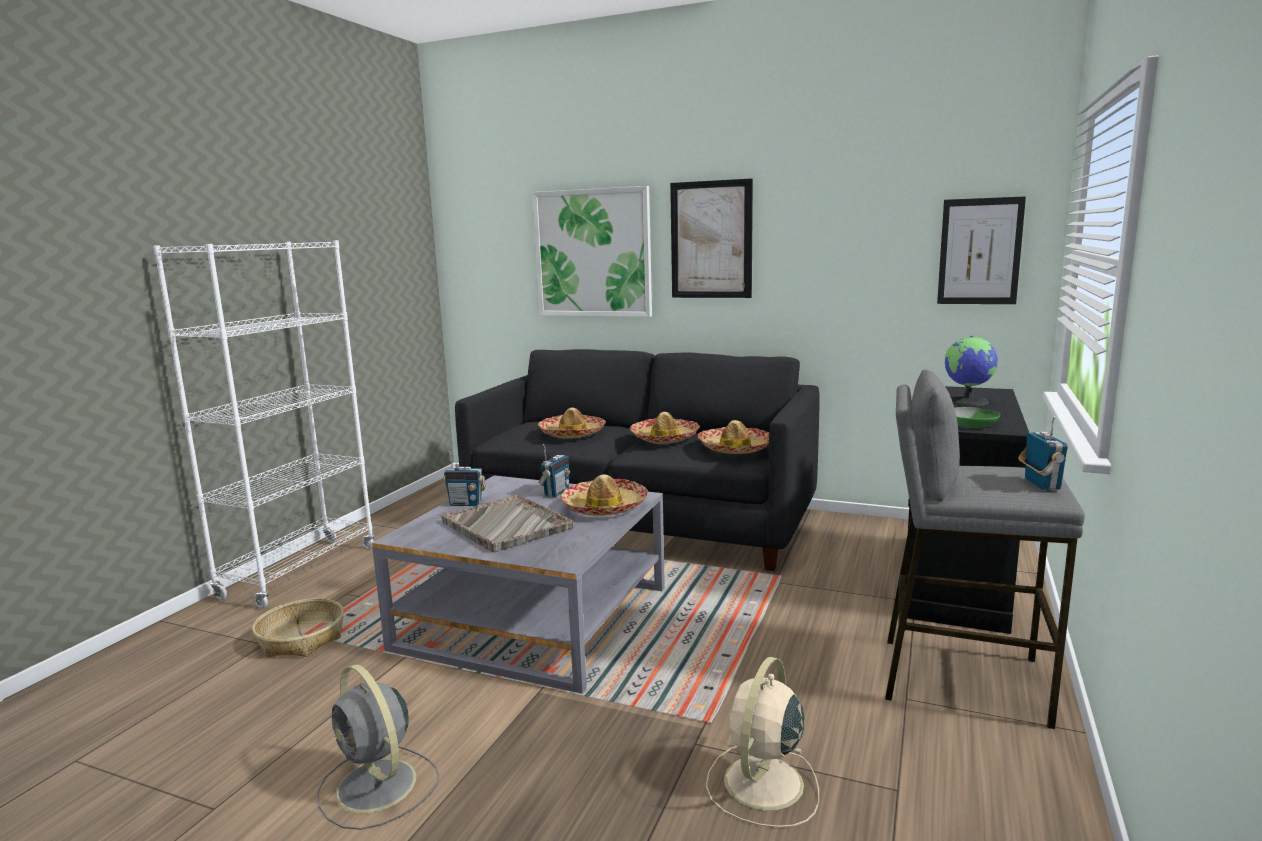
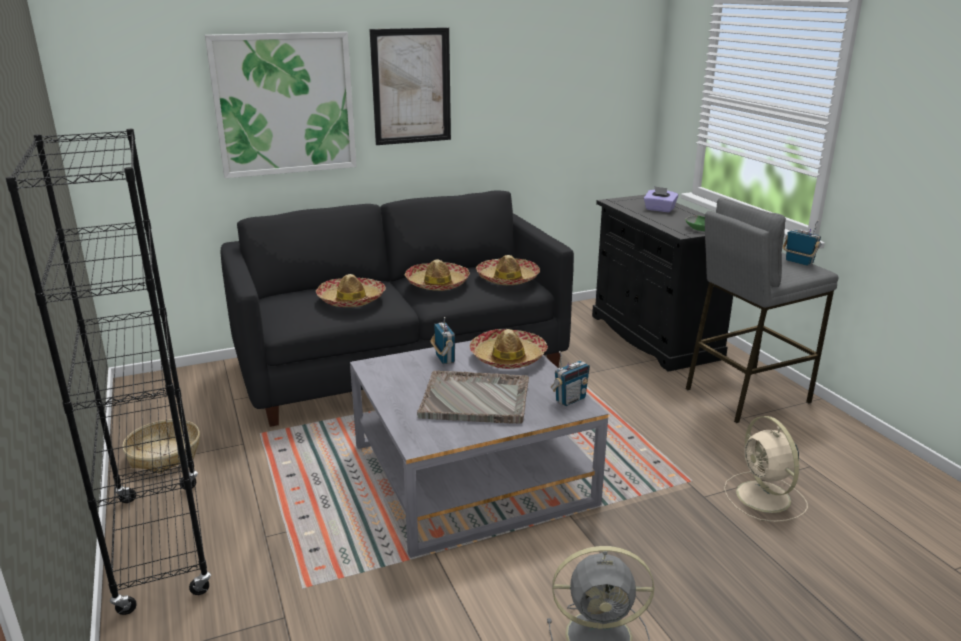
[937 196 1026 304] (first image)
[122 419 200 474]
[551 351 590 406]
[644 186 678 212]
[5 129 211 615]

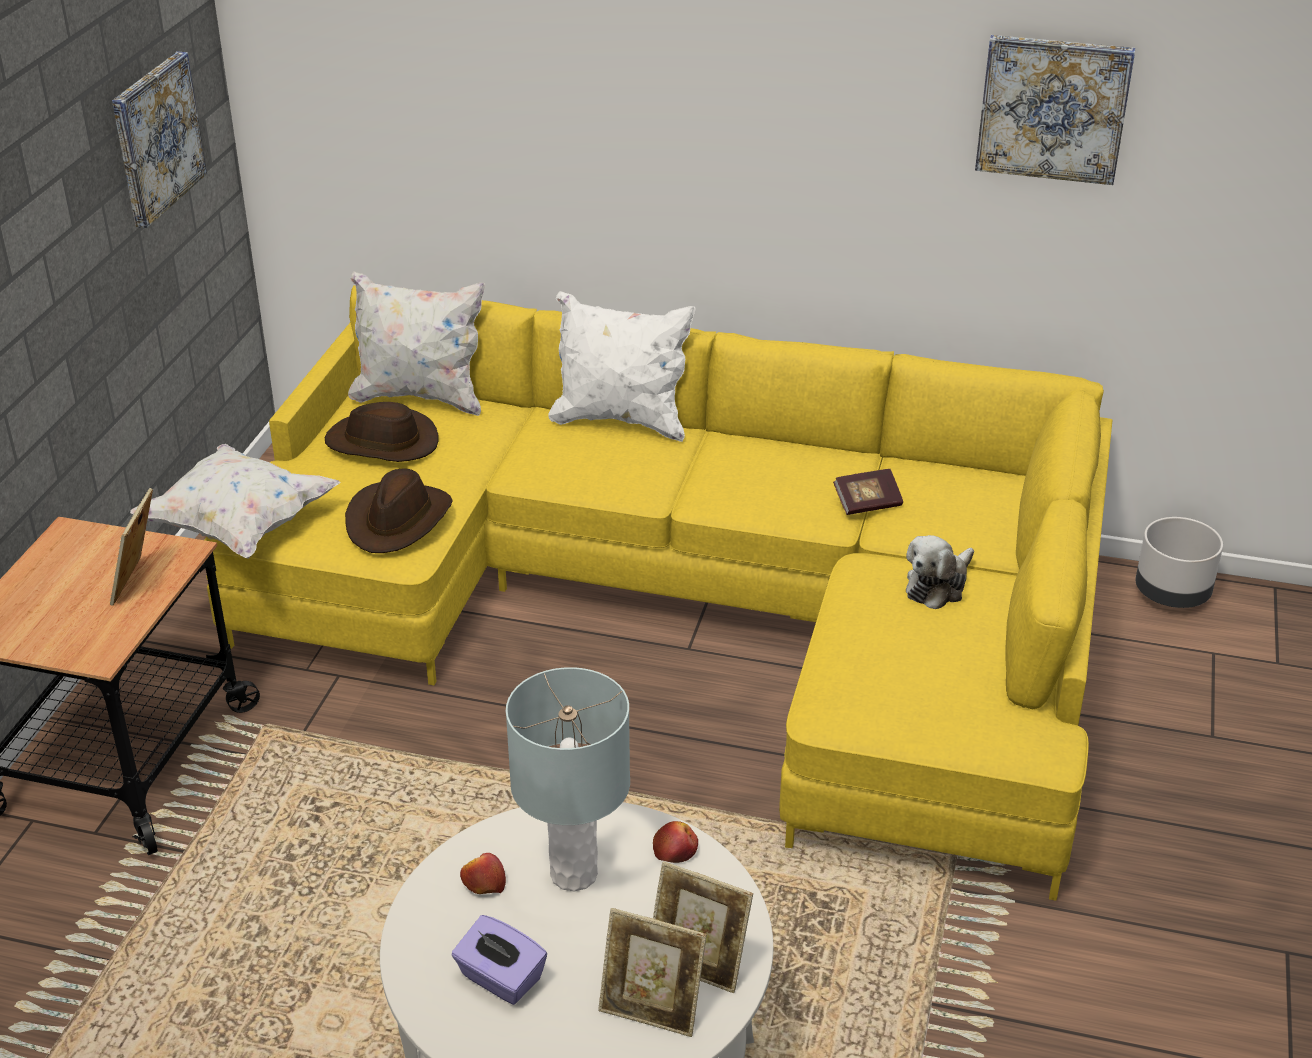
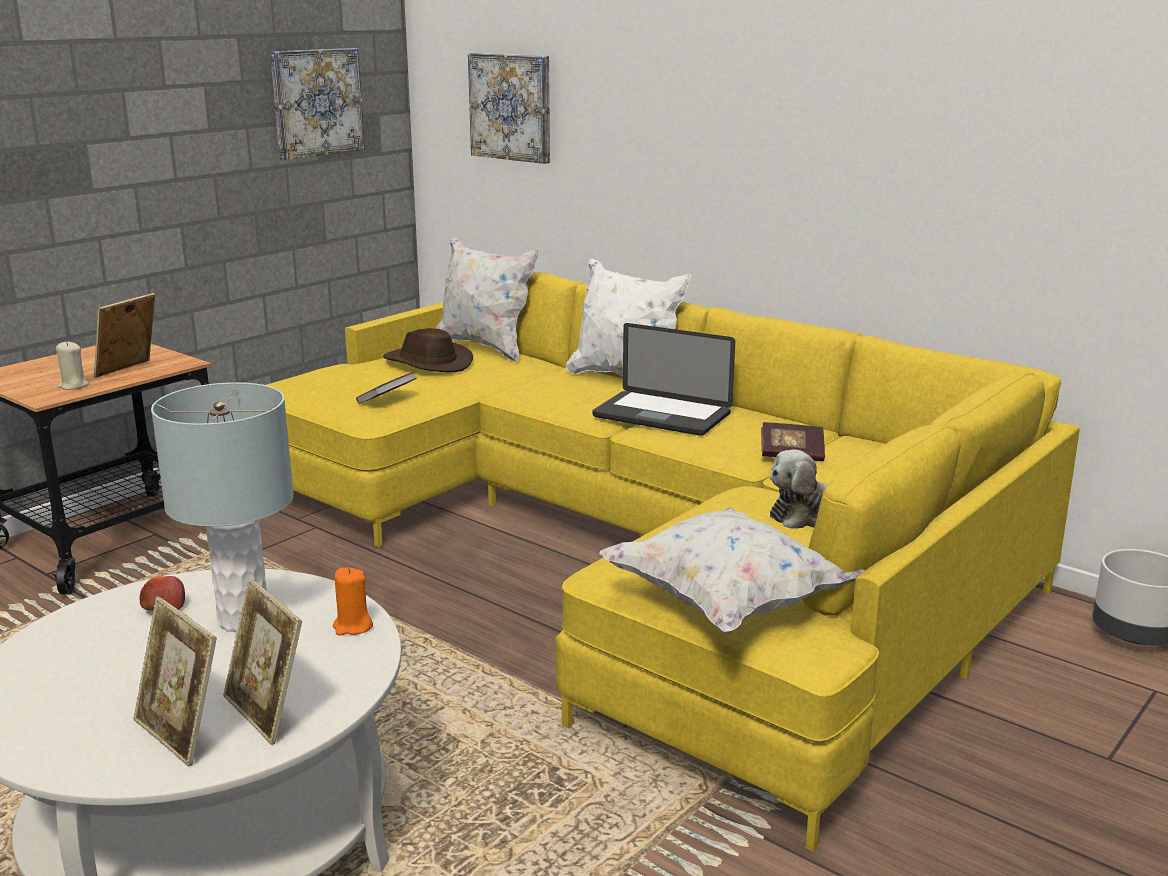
[451 915 547 1005] (first image)
[56 341 89 390]
[592 323 735 436]
[599 507 865 635]
[468 53 550 164]
[356 372 416 404]
[333 568 373 636]

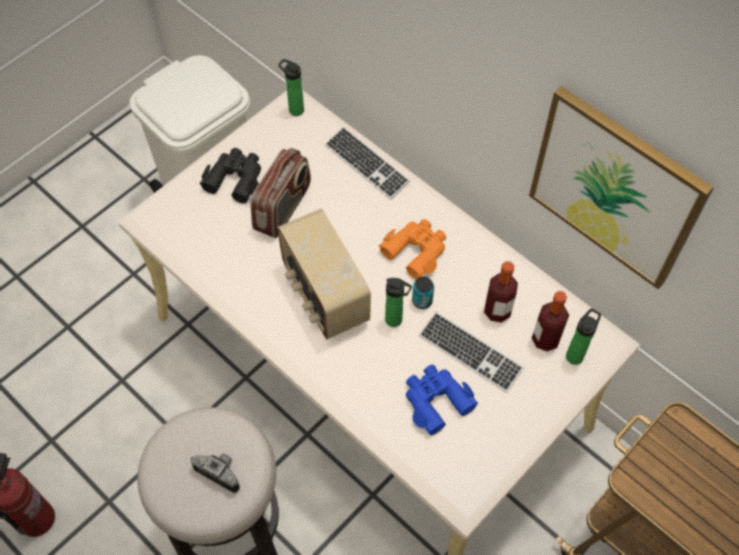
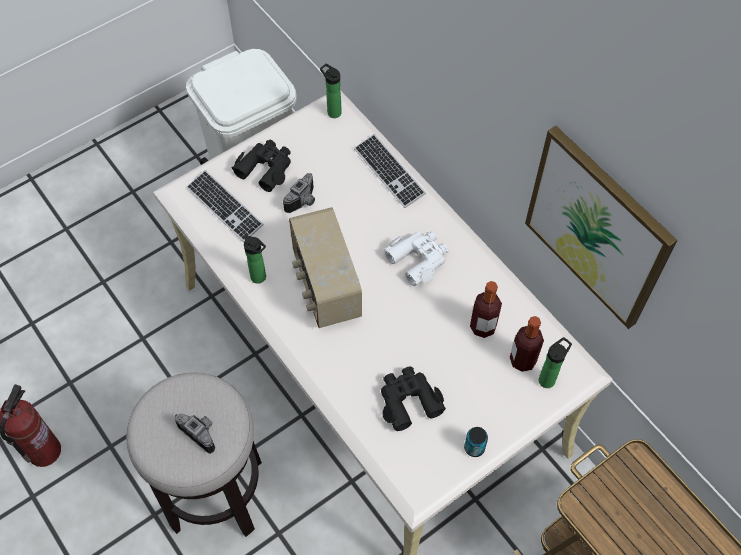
[244 236 266 284]
[464 427 488 457]
[187 170 264 242]
[283 173 315 213]
[384 231 449 286]
[381 366 446 431]

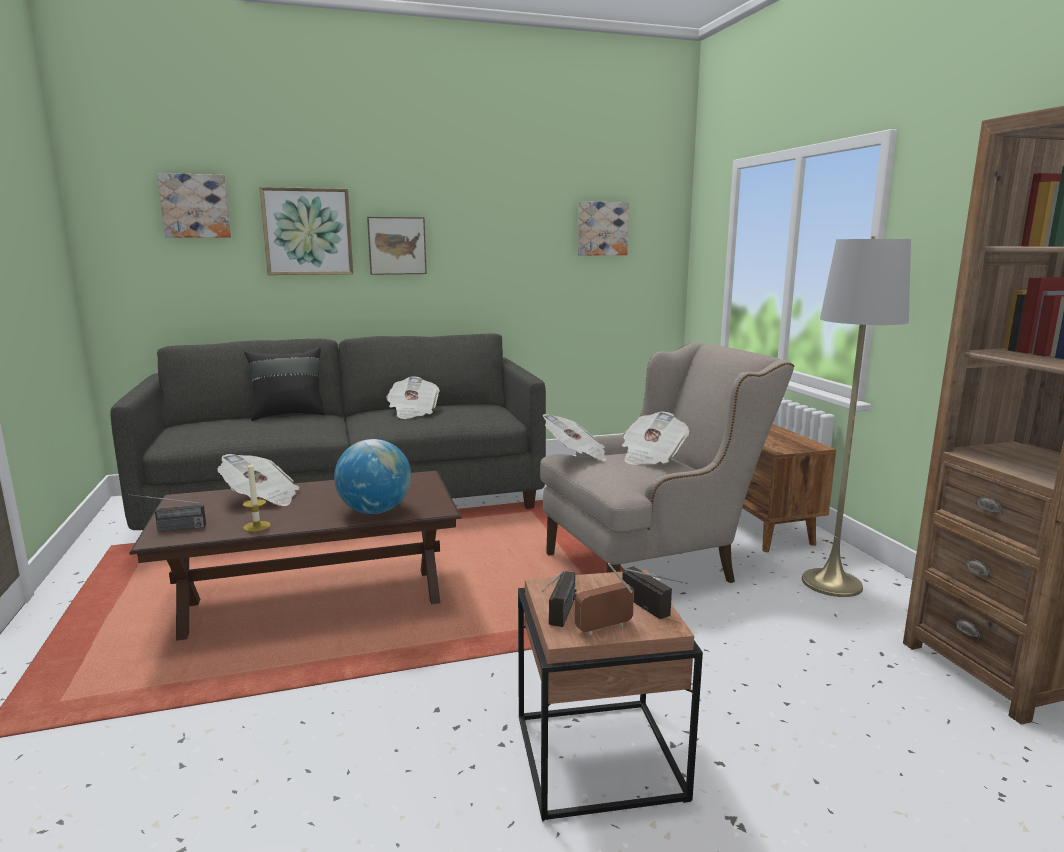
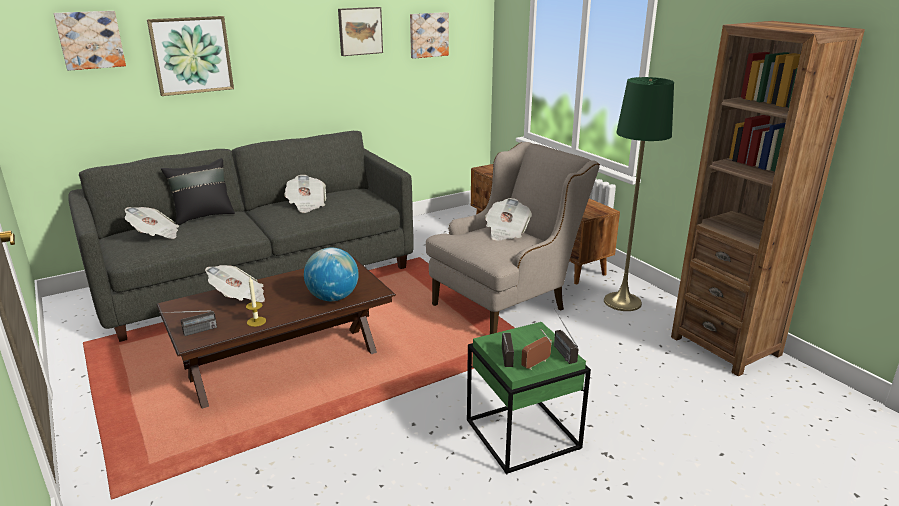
[338 7 383 56]
[125 207 179 239]
[467 322 591 475]
[604 77 674 311]
[554 309 578 364]

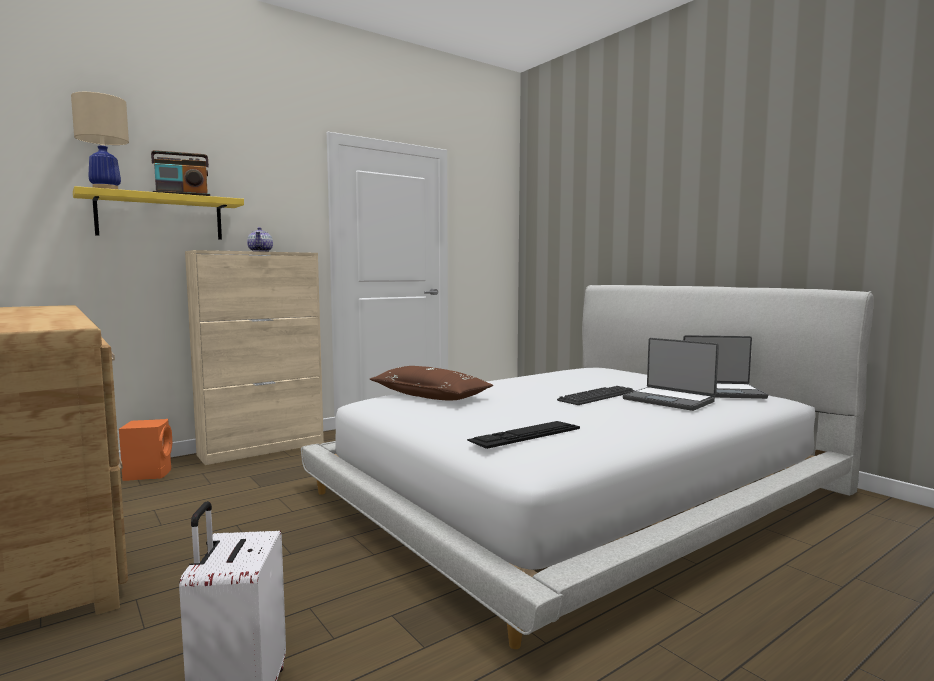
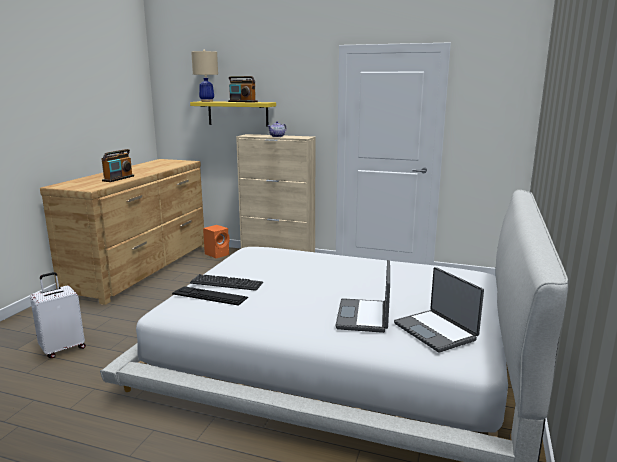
[370 366 493 400] (first image)
[101 149 134 182]
[190 274 263 291]

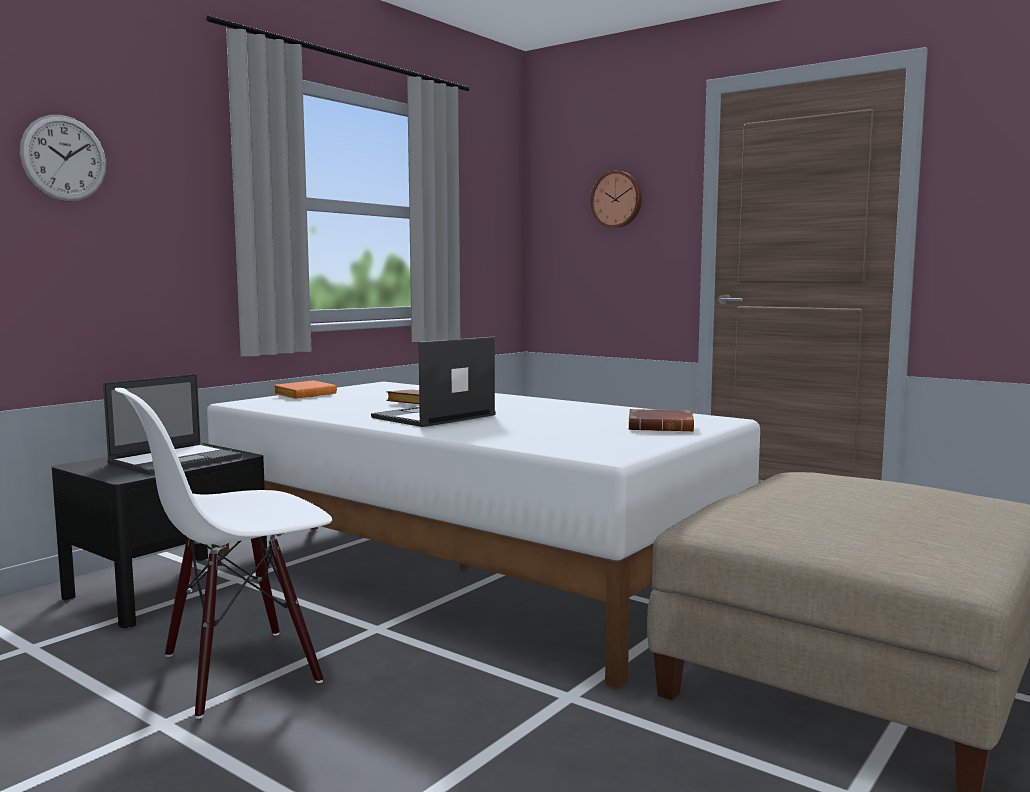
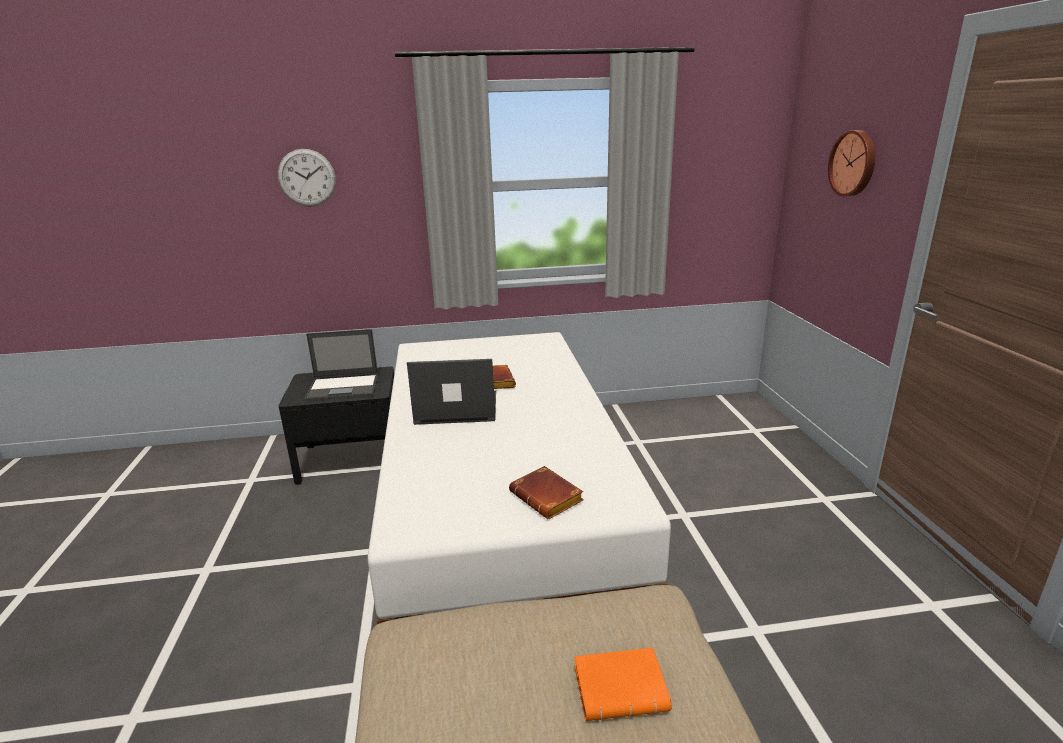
[115 388 332 719] (first image)
[574 648 671 721]

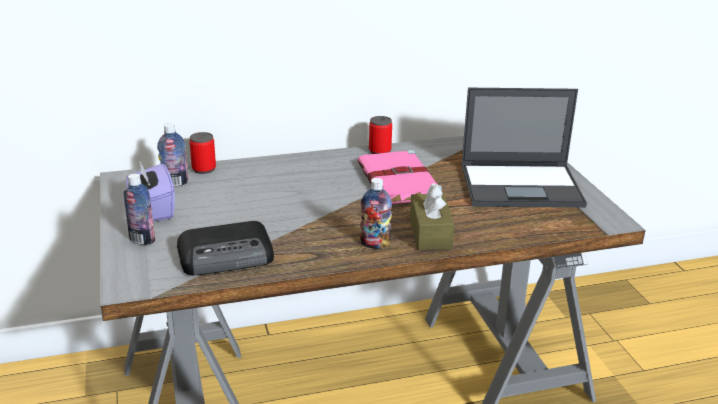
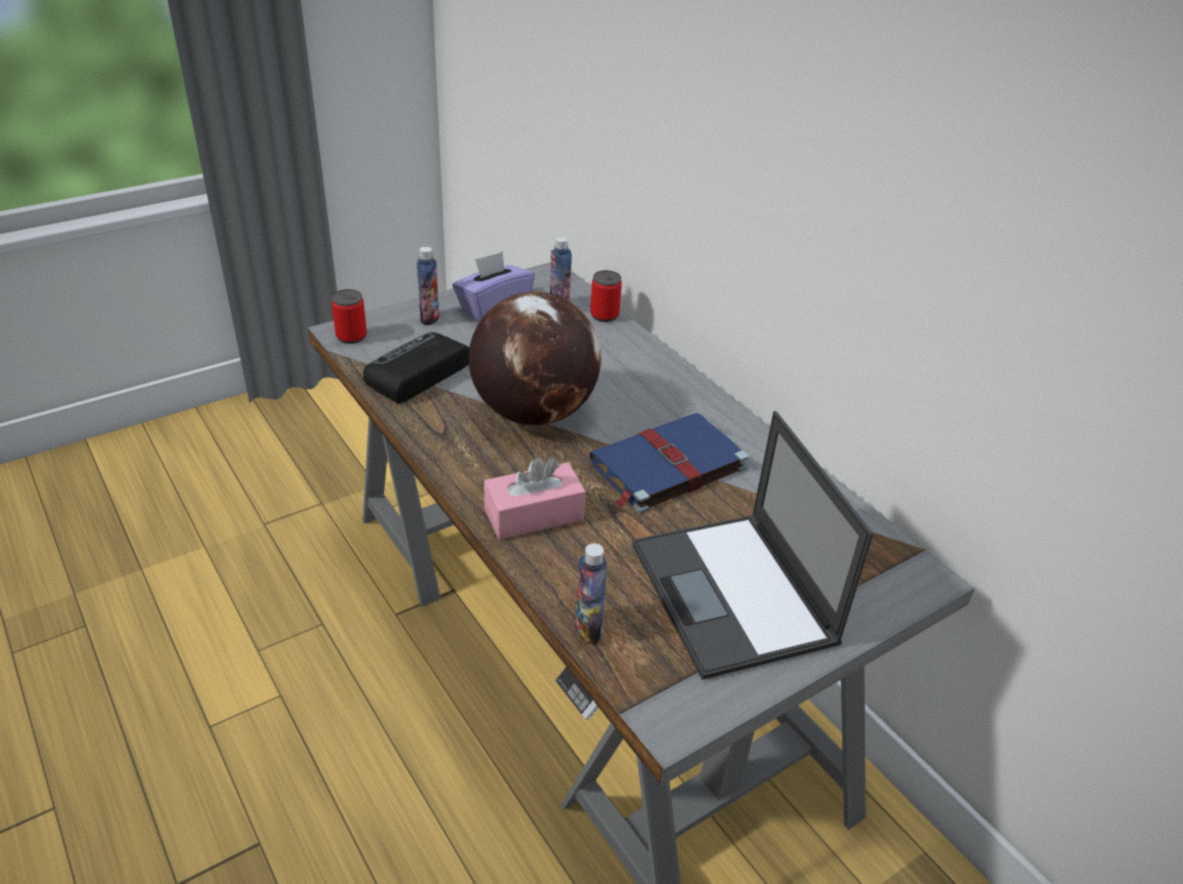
[469 292 601 425]
[575 543 607 644]
[331 289 367 344]
[589 413 749 513]
[484 457 586 540]
[363 332 469 404]

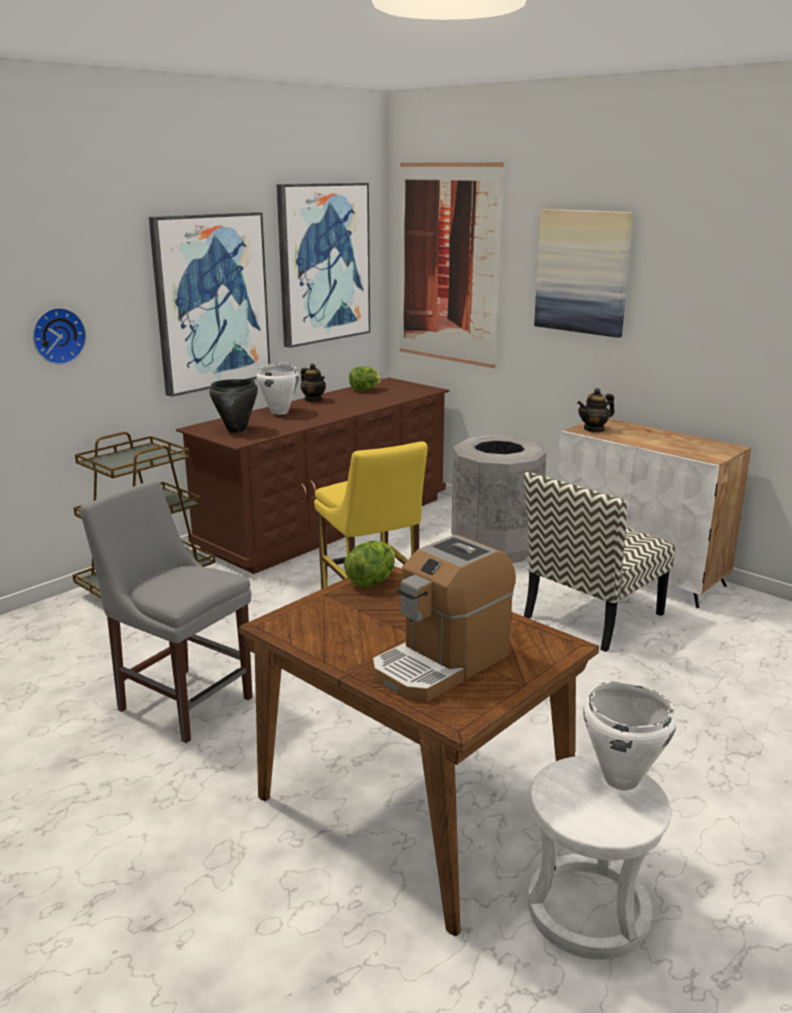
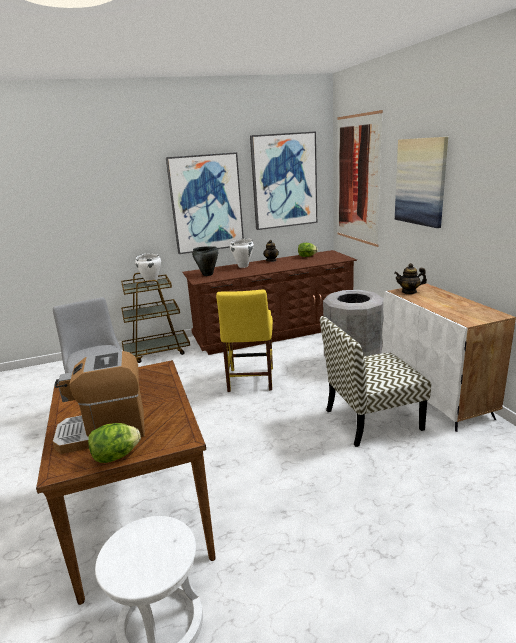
[33 308 86 365] (first image)
[88 423 141 463]
[135 254 161 284]

